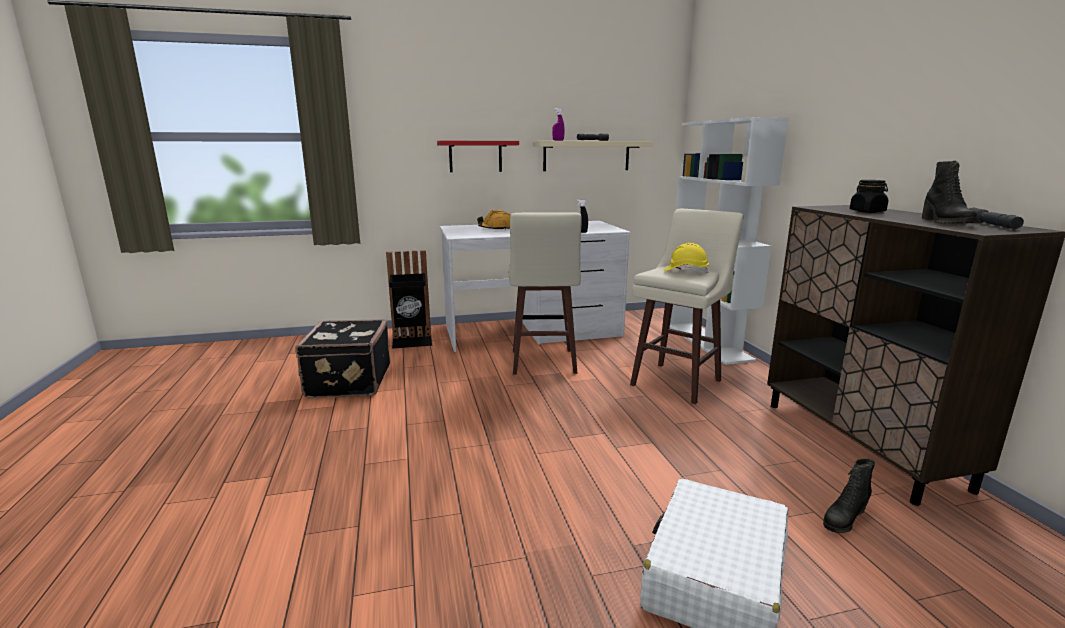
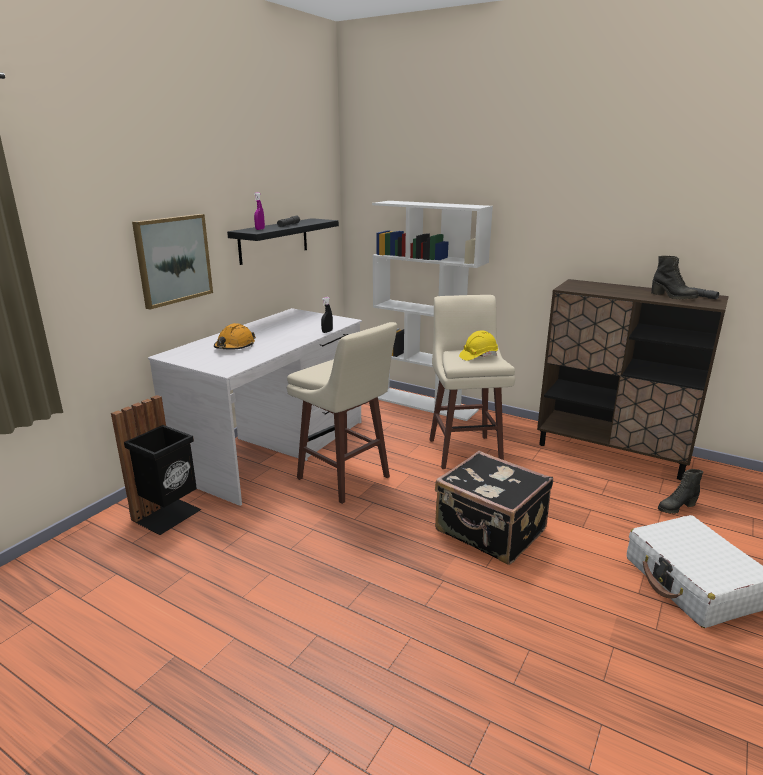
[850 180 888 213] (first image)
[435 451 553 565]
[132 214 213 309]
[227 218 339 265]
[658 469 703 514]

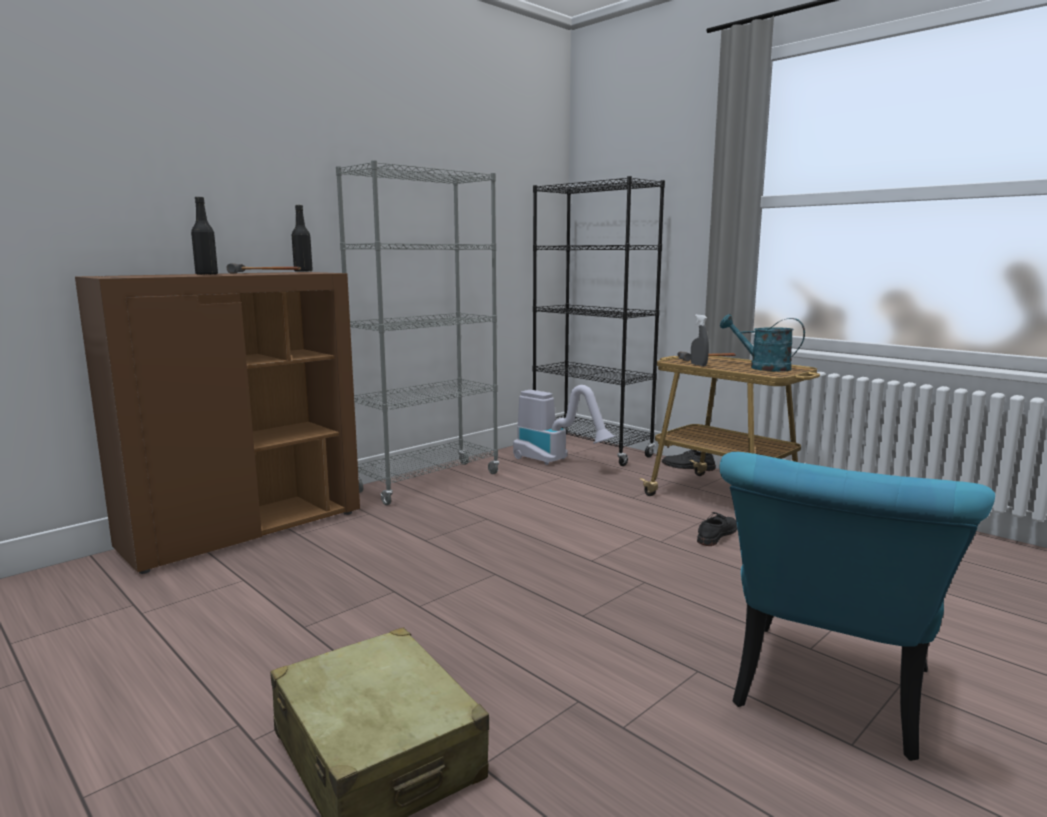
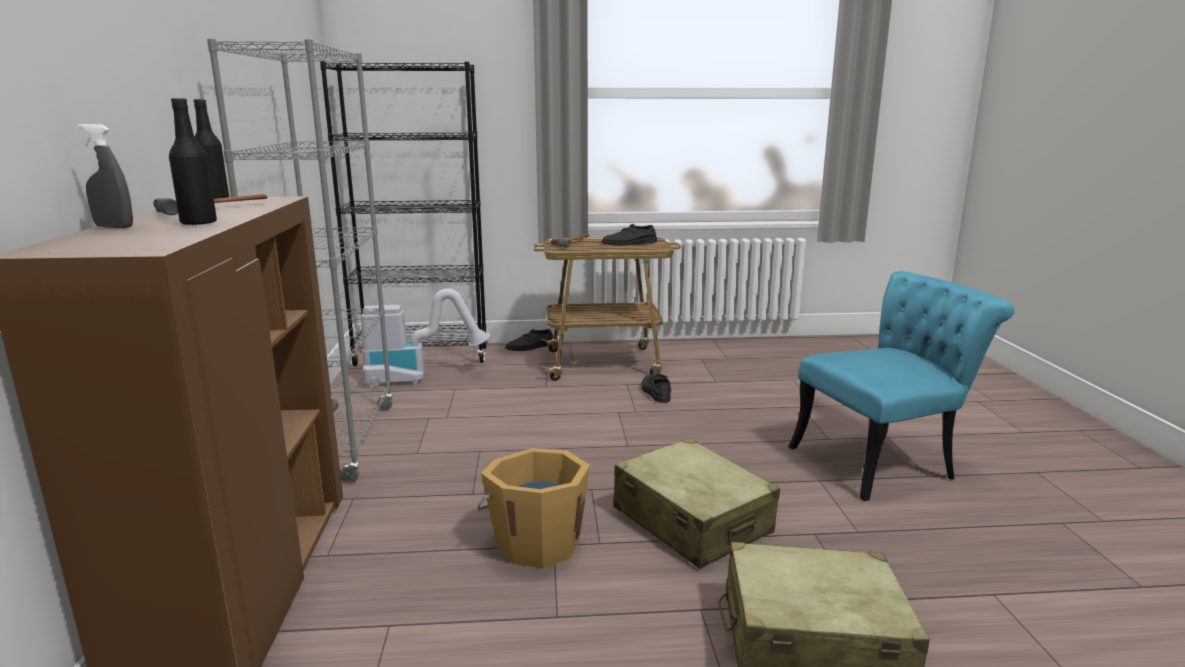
[477 448 590 568]
[613 438 780 569]
[78 124 133 228]
[601 224 657 246]
[788 271 1015 501]

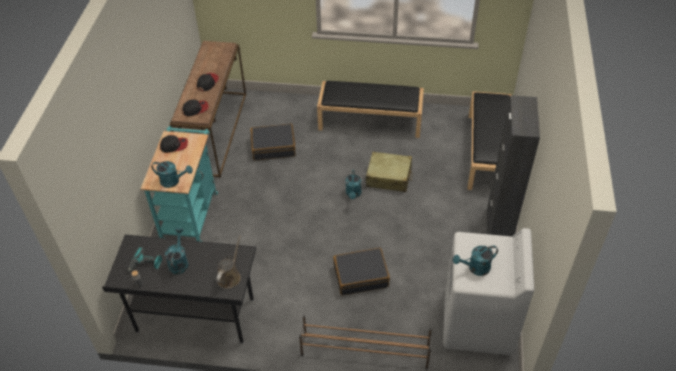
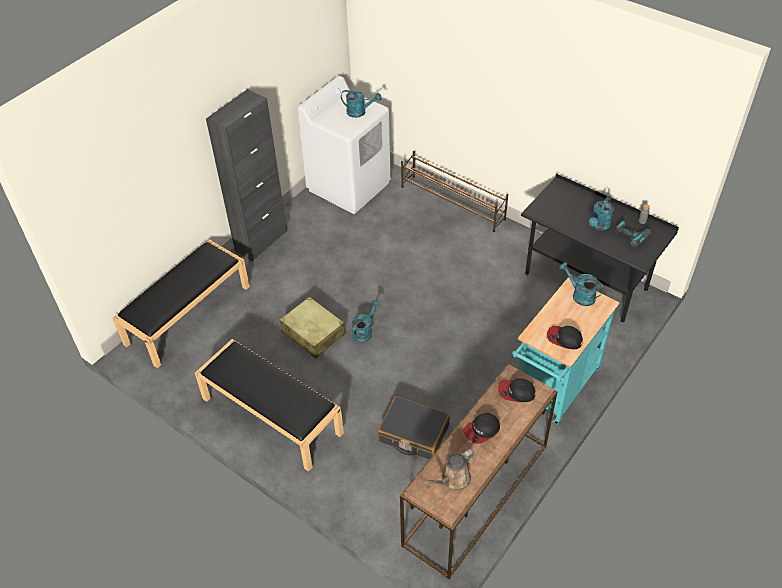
[333 248 390 295] (first image)
[423 449 475 490]

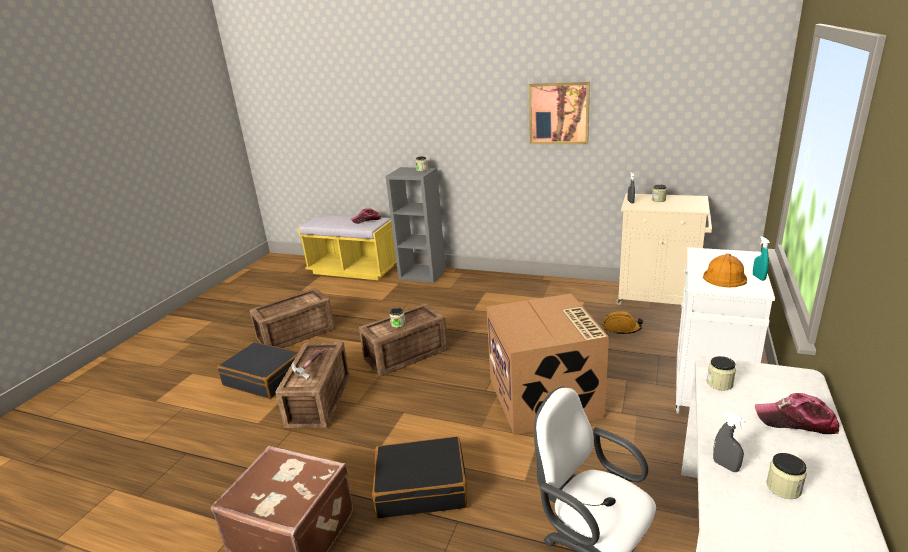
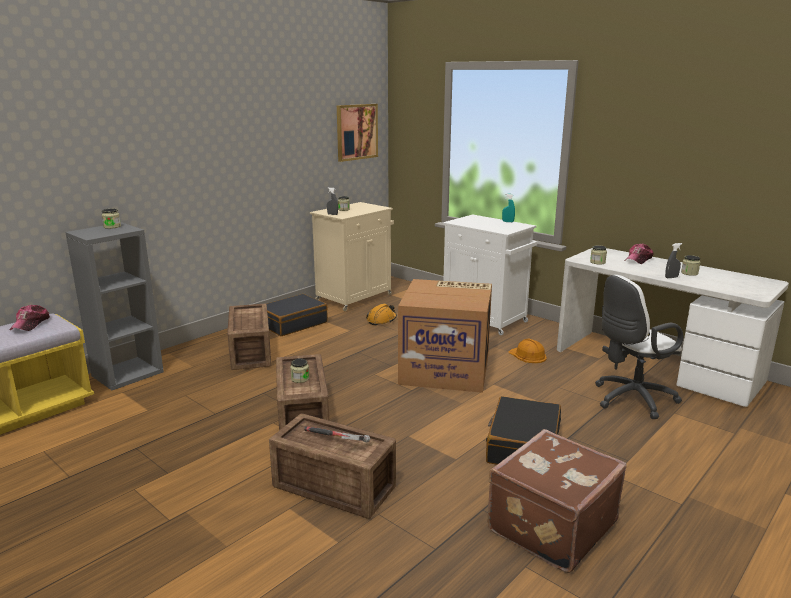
[267 294 328 336]
[227 304 272 370]
[337 104 378 162]
[508 338 547 363]

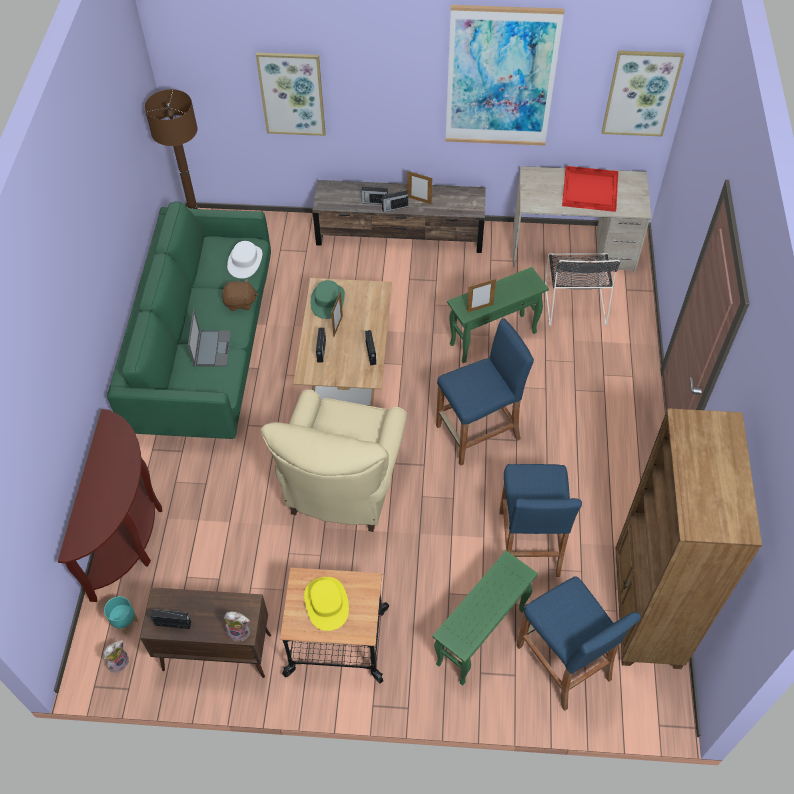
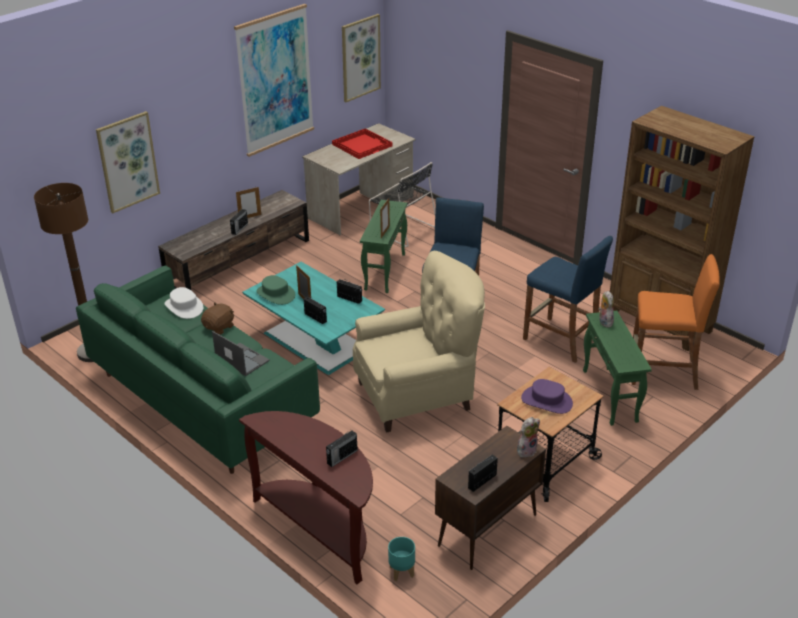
[598 291 614 327]
[326 429 358 467]
[242 262 385 375]
[521 379 573 414]
[632 254 720 390]
[353 251 485 433]

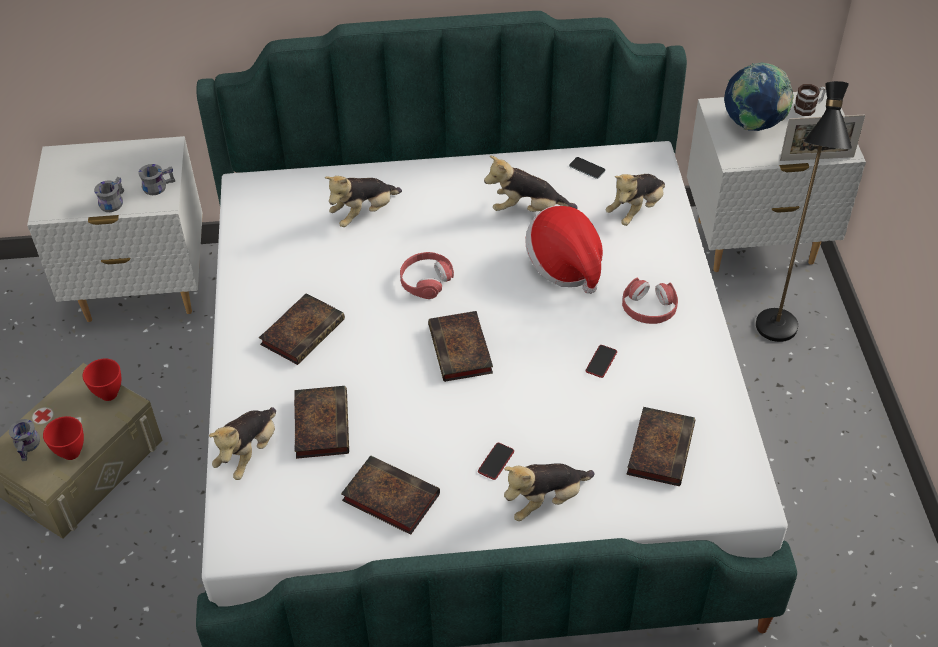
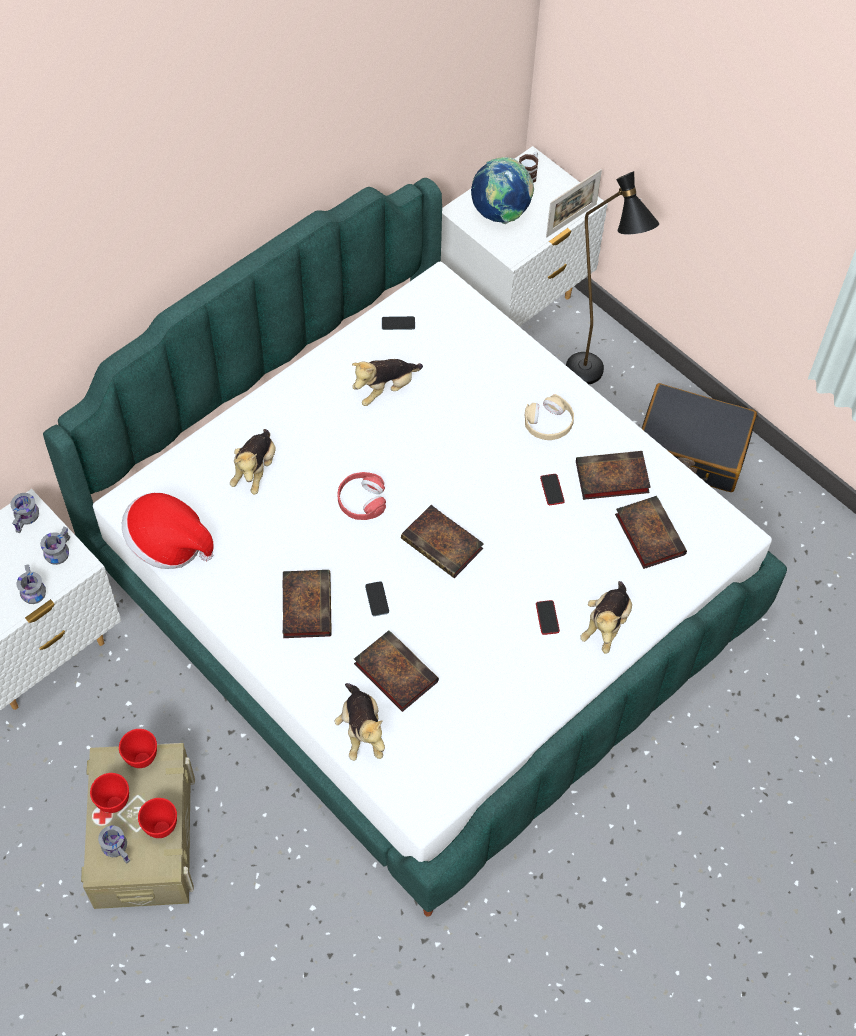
[606 174 665 226] (first image)
[10 493 39 533]
[90 773 129 813]
[365 581 389 616]
[642 383 757 492]
[576 451 651 500]
[122 493 214 569]
[524 394 574 440]

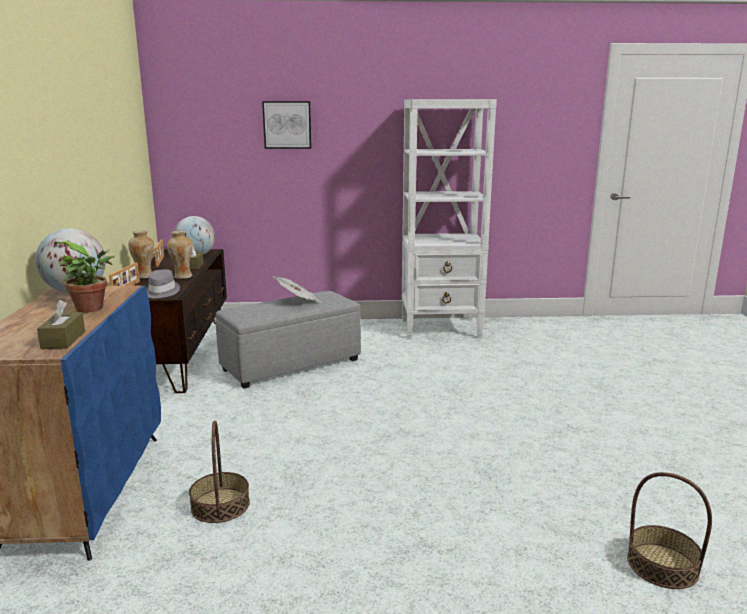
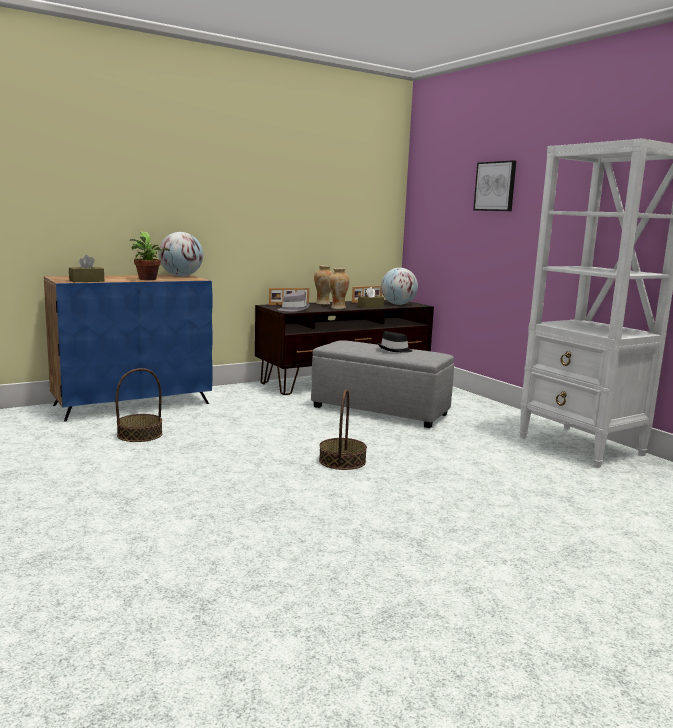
[319 389 367 470]
[378 331 413 353]

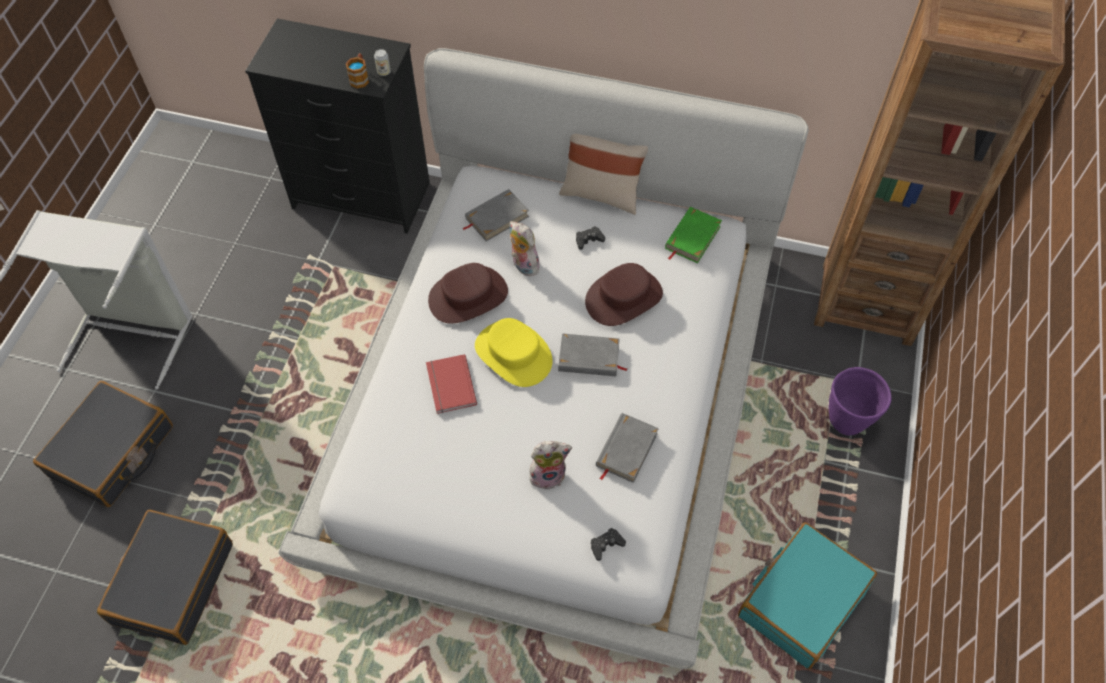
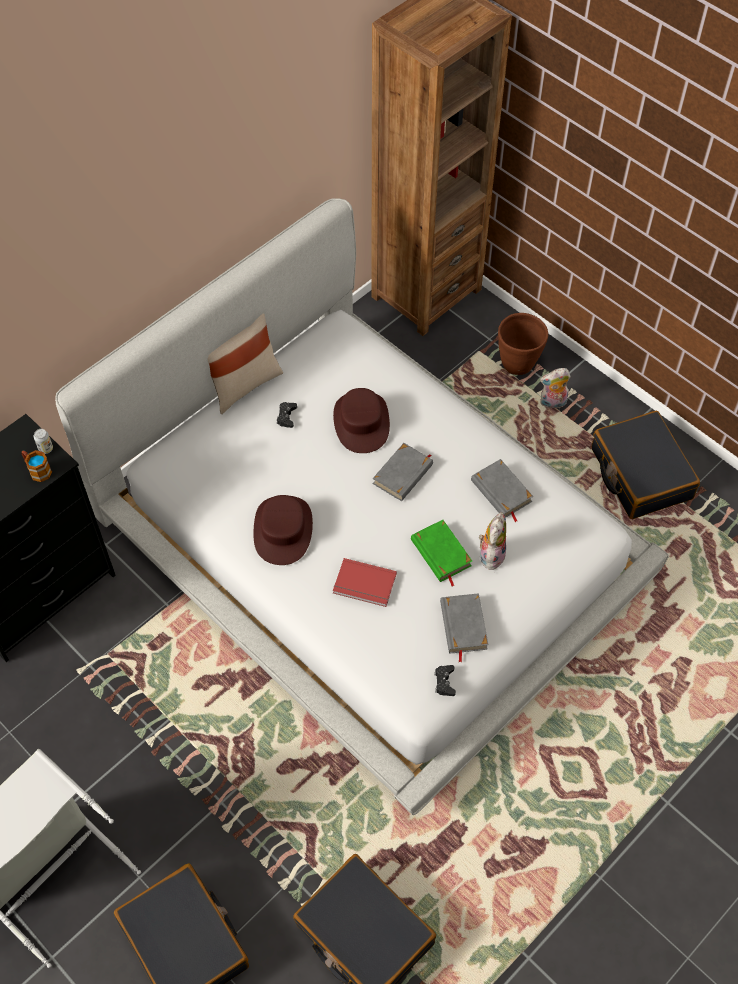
[475 318 553 387] (first image)
[440 593 488 663]
[540 368 571 408]
[434 665 456 696]
[411 520 472 586]
[592 411 700 519]
[498 313 548 375]

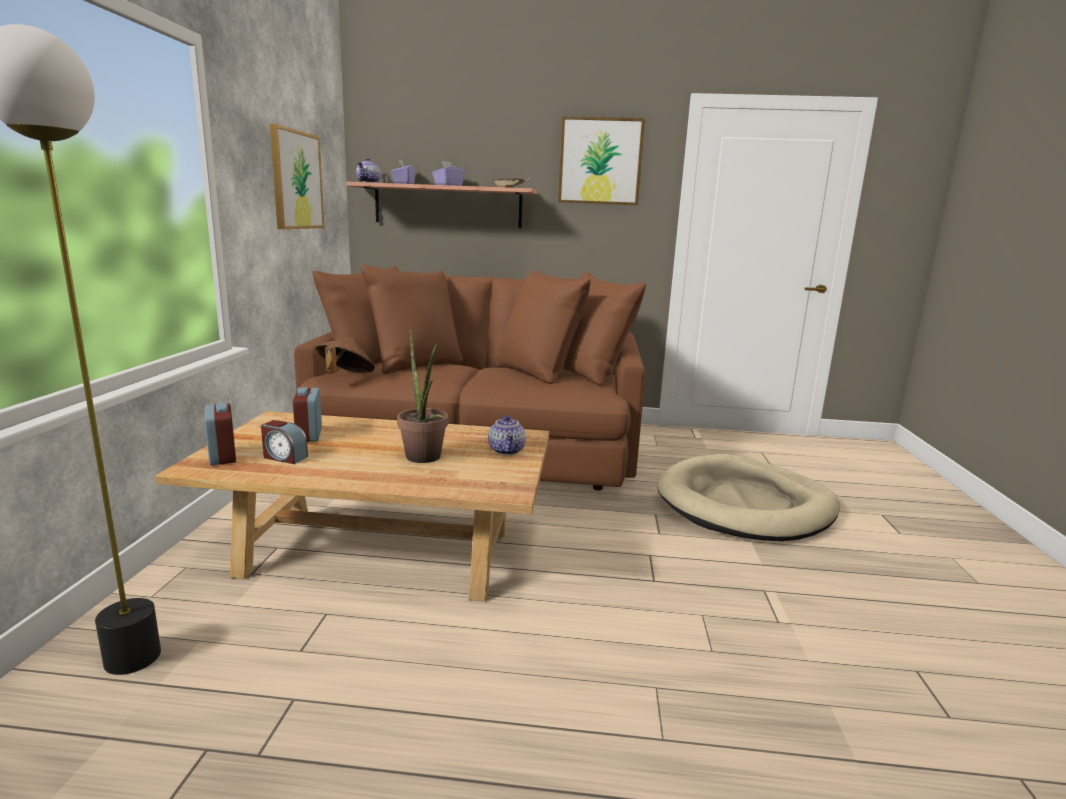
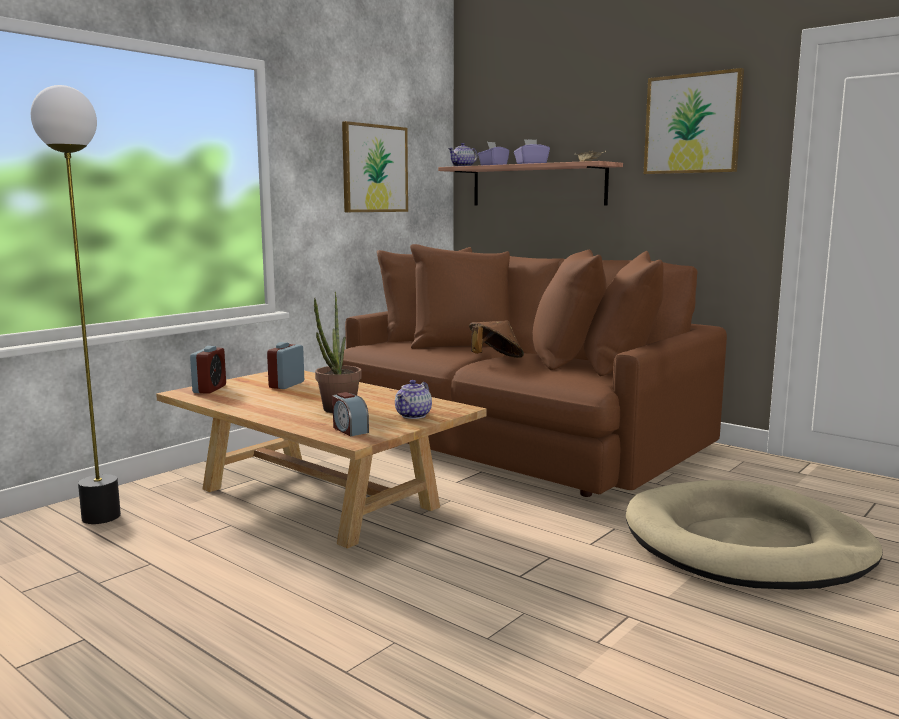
[332 392 369 436]
[469 320 524 358]

